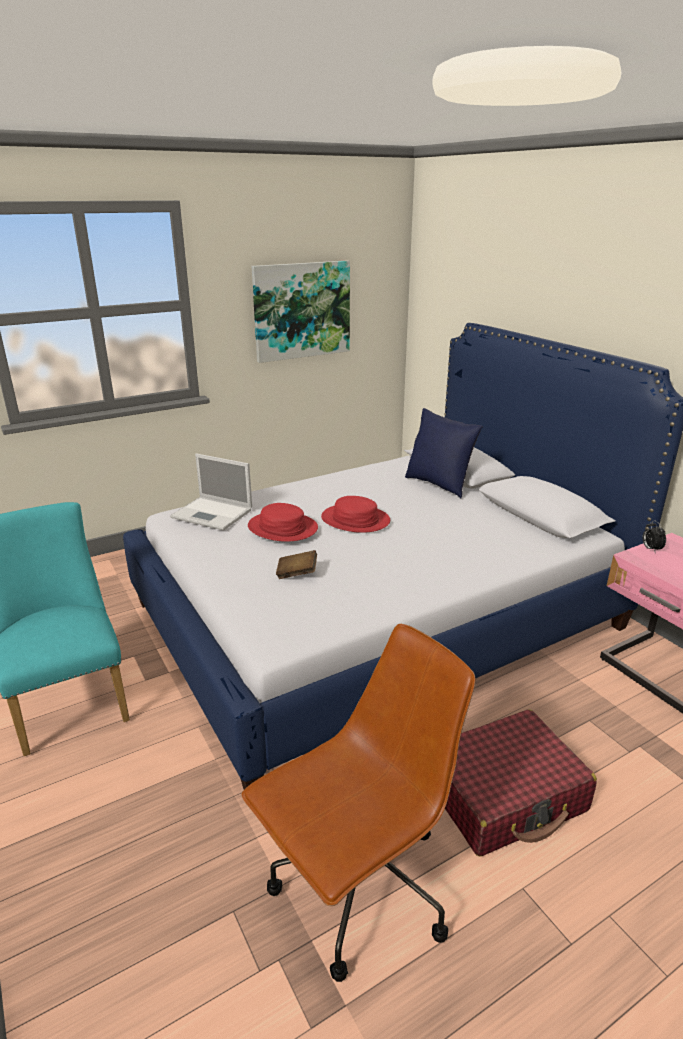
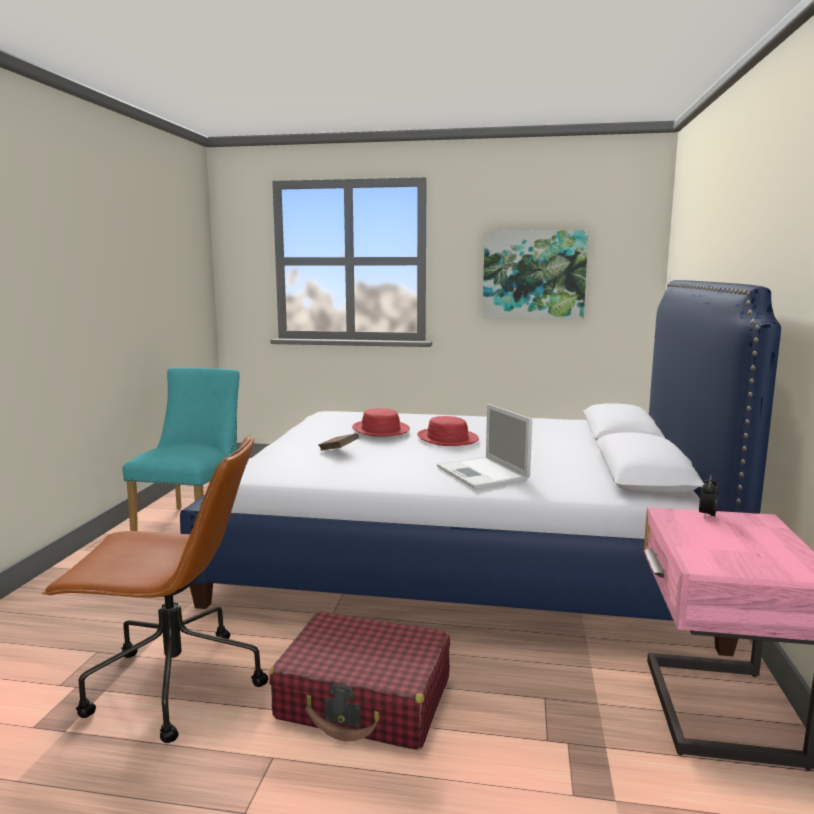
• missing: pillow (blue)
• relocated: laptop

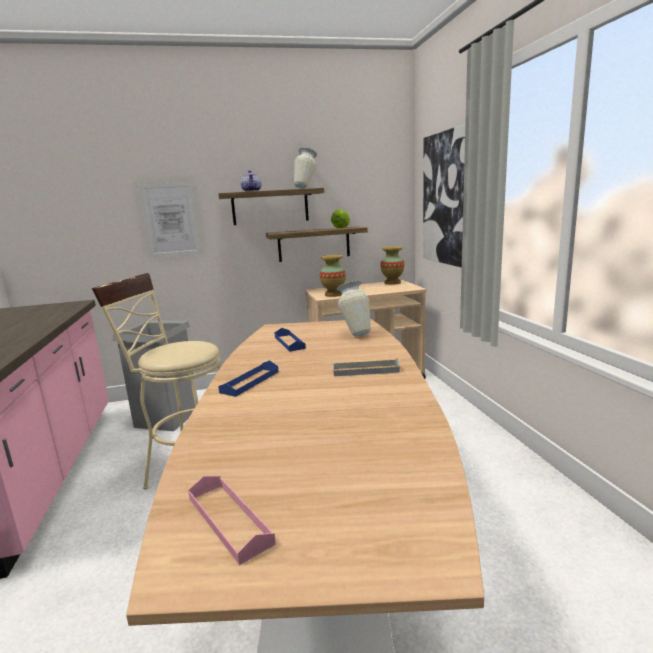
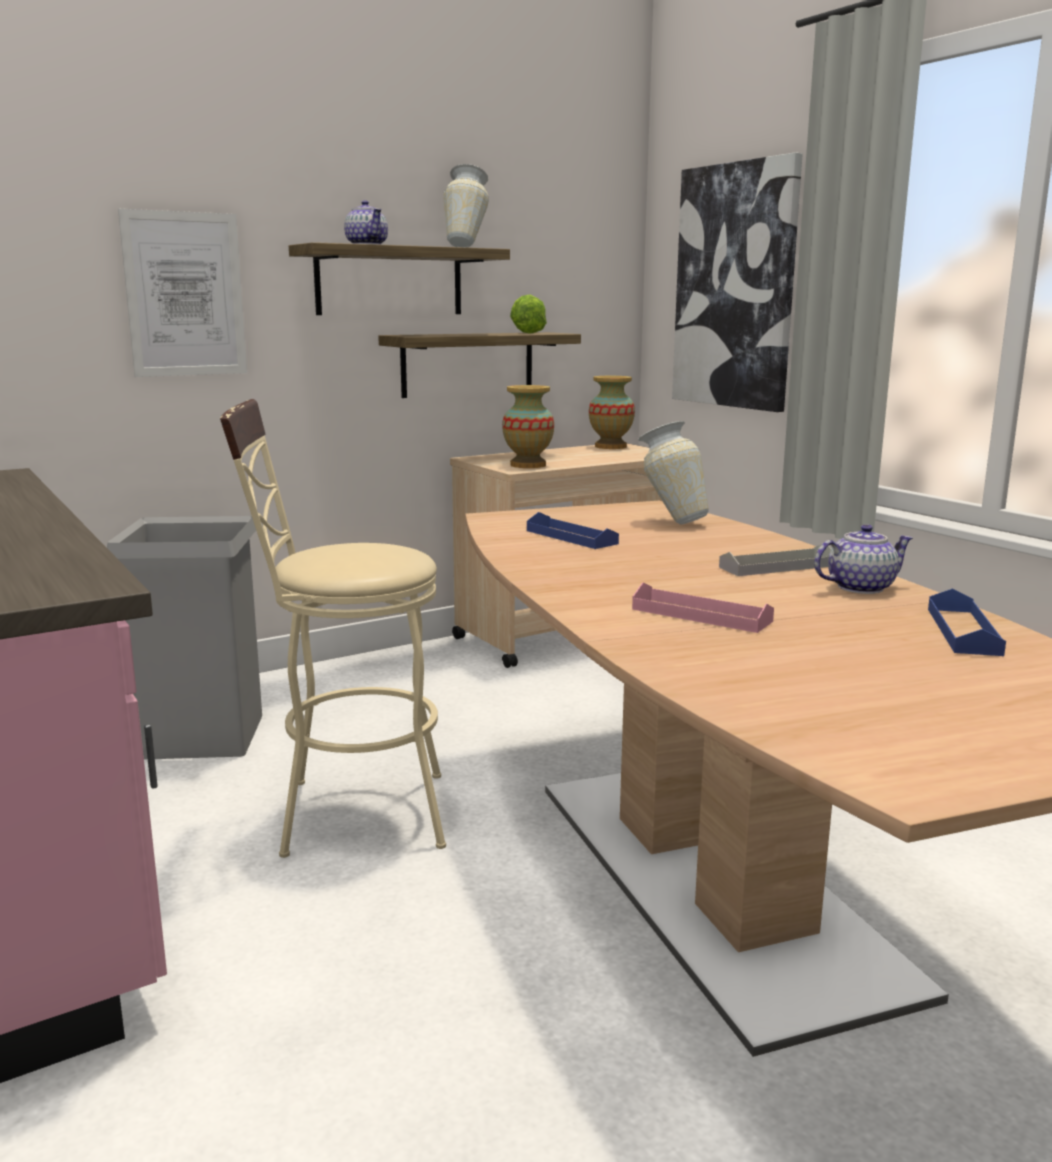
• relocated: tray (blue) (no. 1 from left in the first image) to tray (blue) (no. 2 from left)
• relocated: tray (pink)
• appeared: teapot (no. 2 from left)

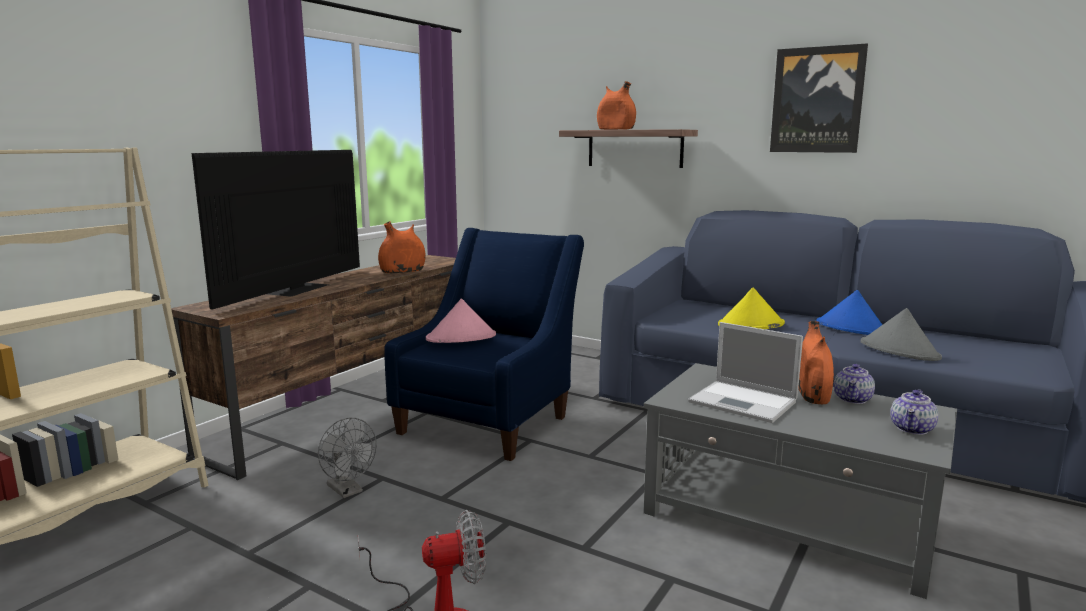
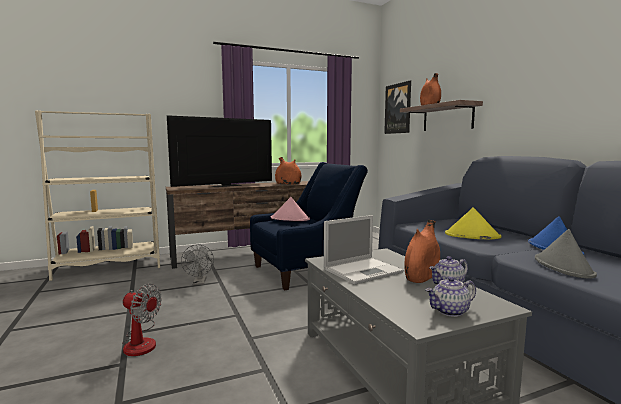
• relocated: picture
• spun: laptop 105 degrees counterclockwise

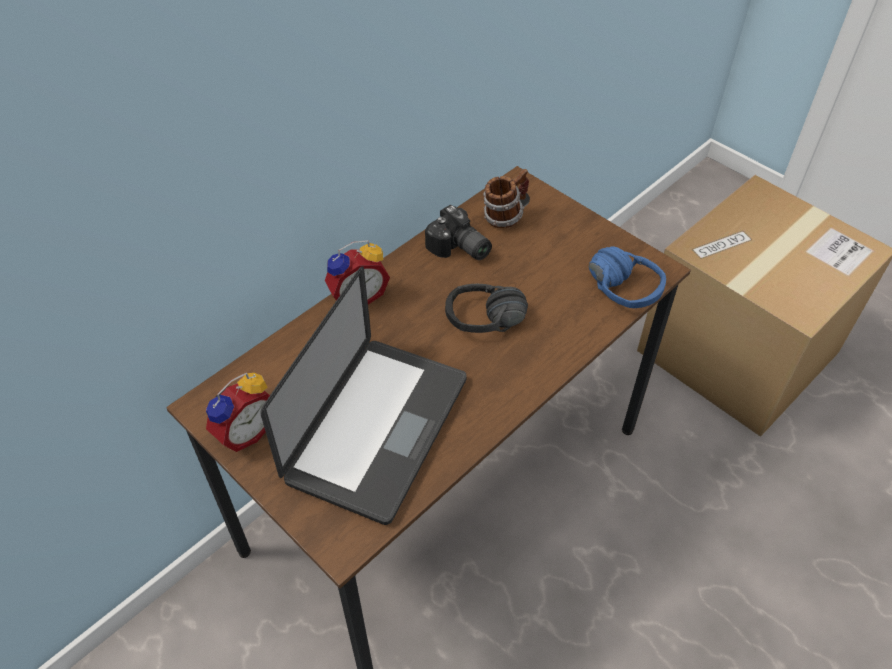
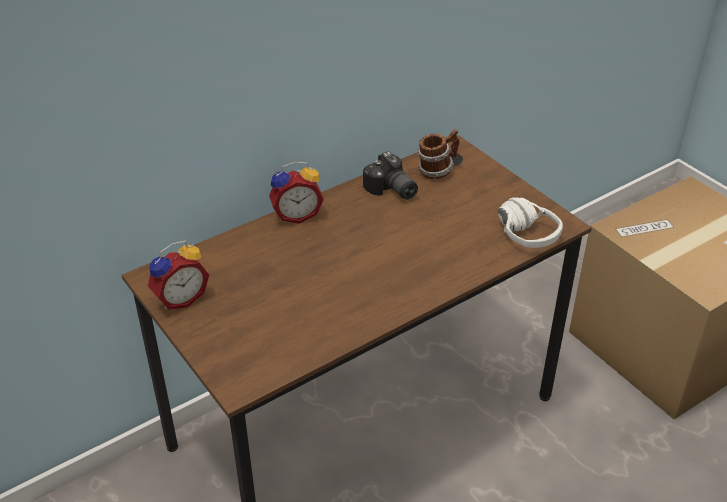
• colour: headphones (blue) to headphones (white)
• missing: laptop
• missing: headphones (black)

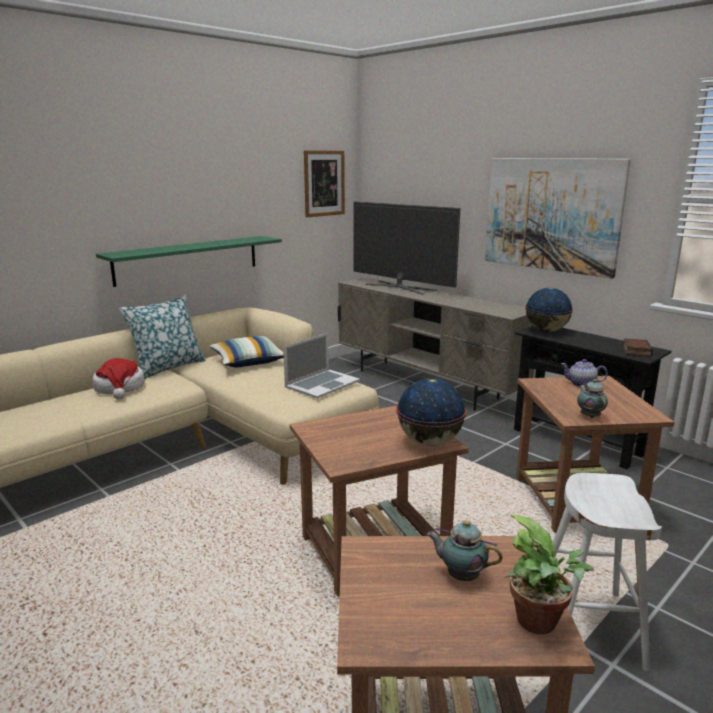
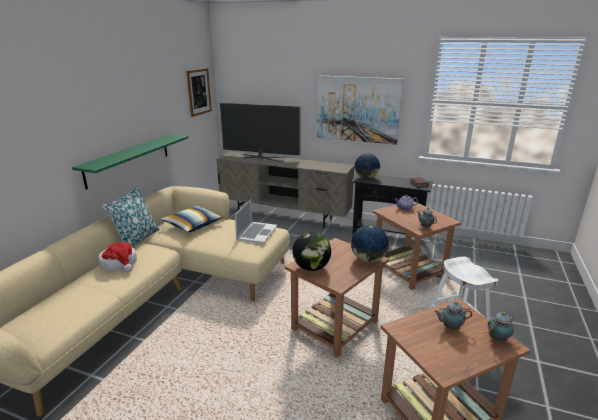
• exchanged: potted plant to teapot (no. 4 from left)
• appeared: globe (no. 1 from left)

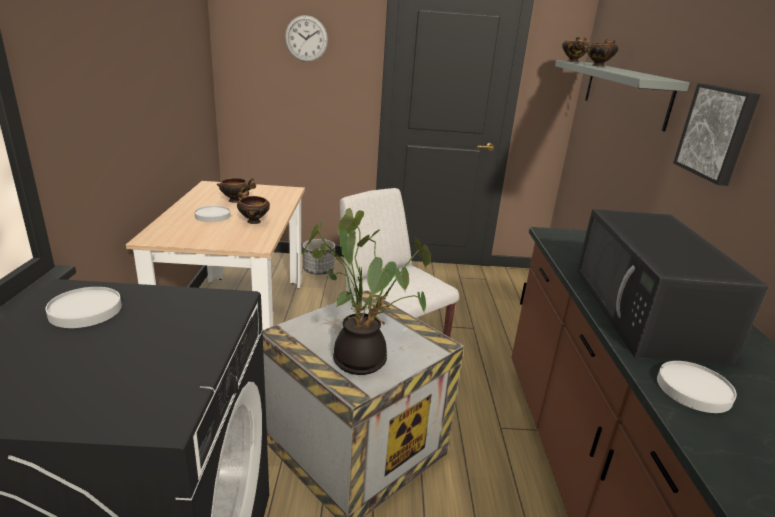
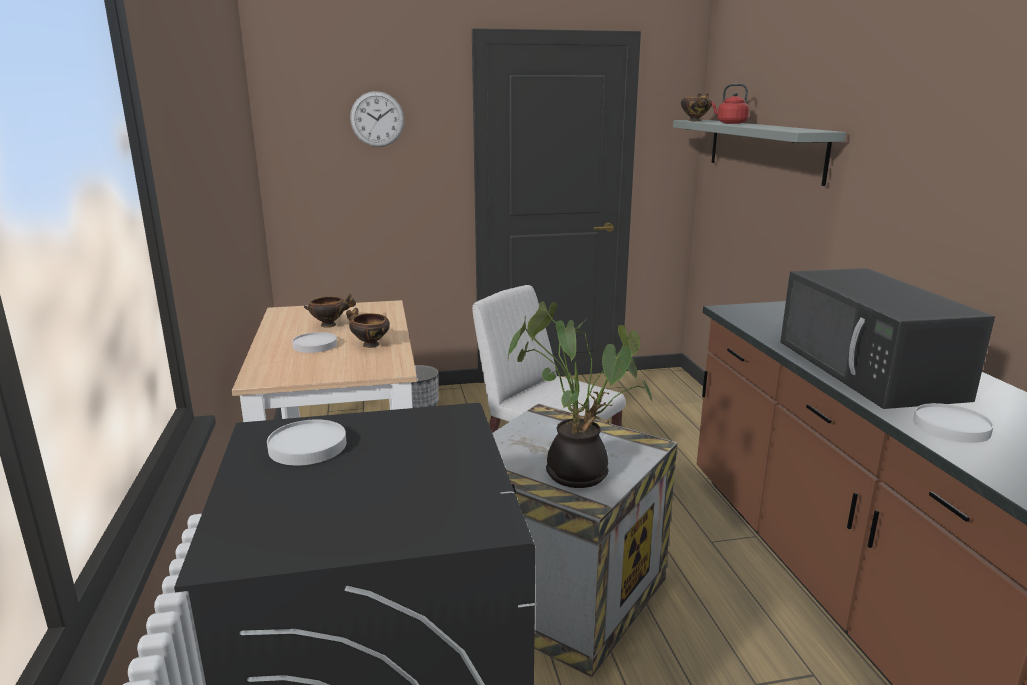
• exchanged: bowl (no. 4 from left) to kettle (red)
• missing: picture

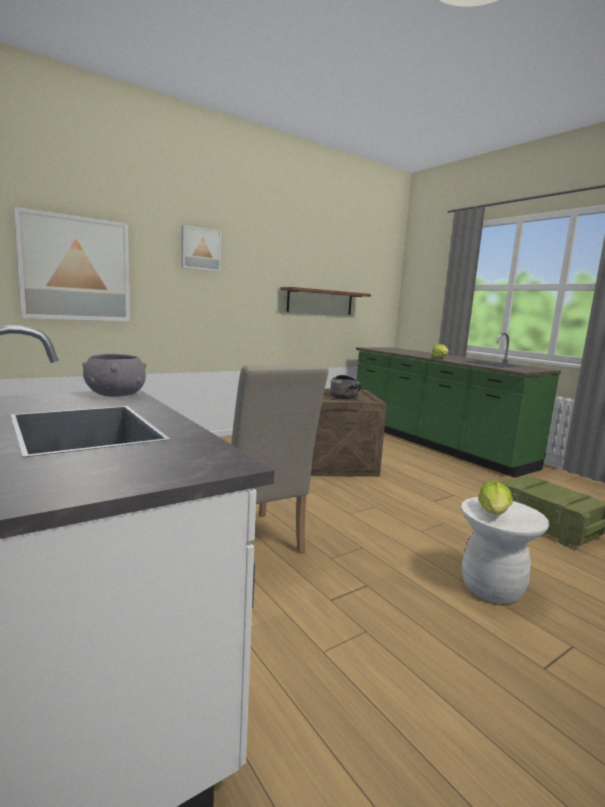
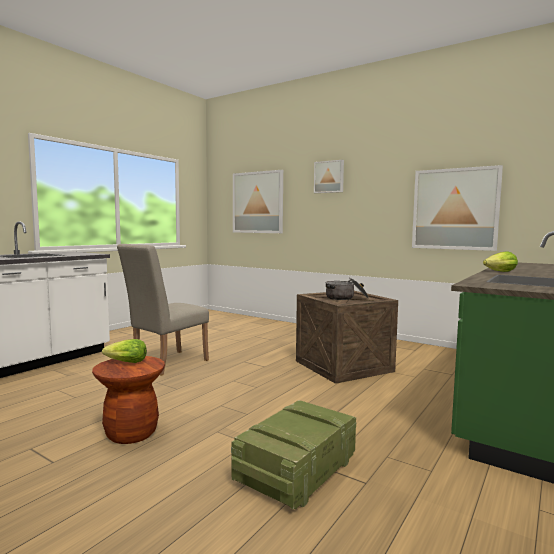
• exchanged: shelf (brown) to picture (no. 3 from left)
• missing: bowl (grey)
• colour: stool (white) to stool (brown)

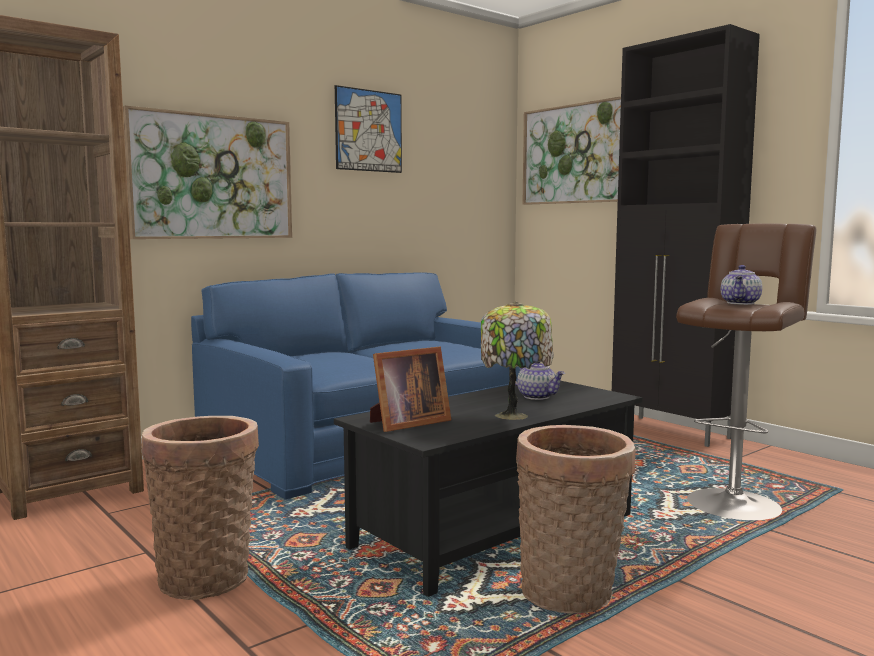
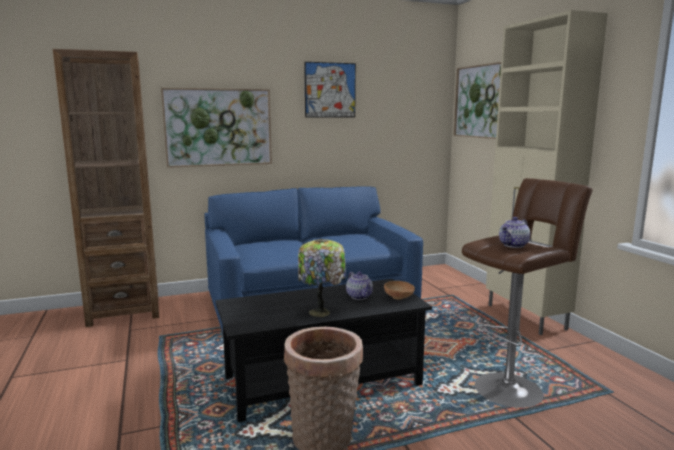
• colour: cabinet (black) to cabinet (beige)
• missing: picture frame
• missing: basket (no. 1 from left)
• appeared: bowl (brown)

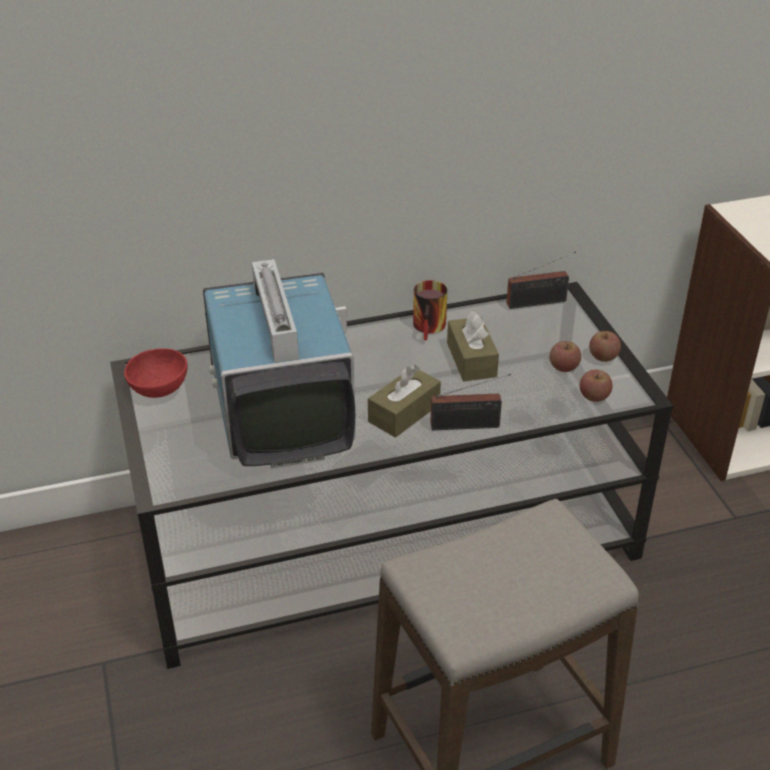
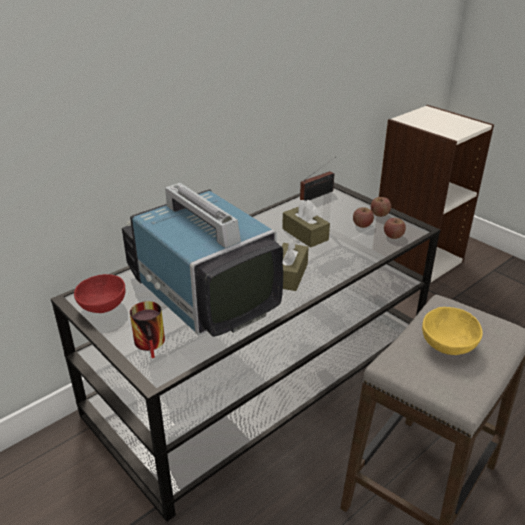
• relocated: mug
• missing: radio (no. 1 from left)
• appeared: bowl (yellow)

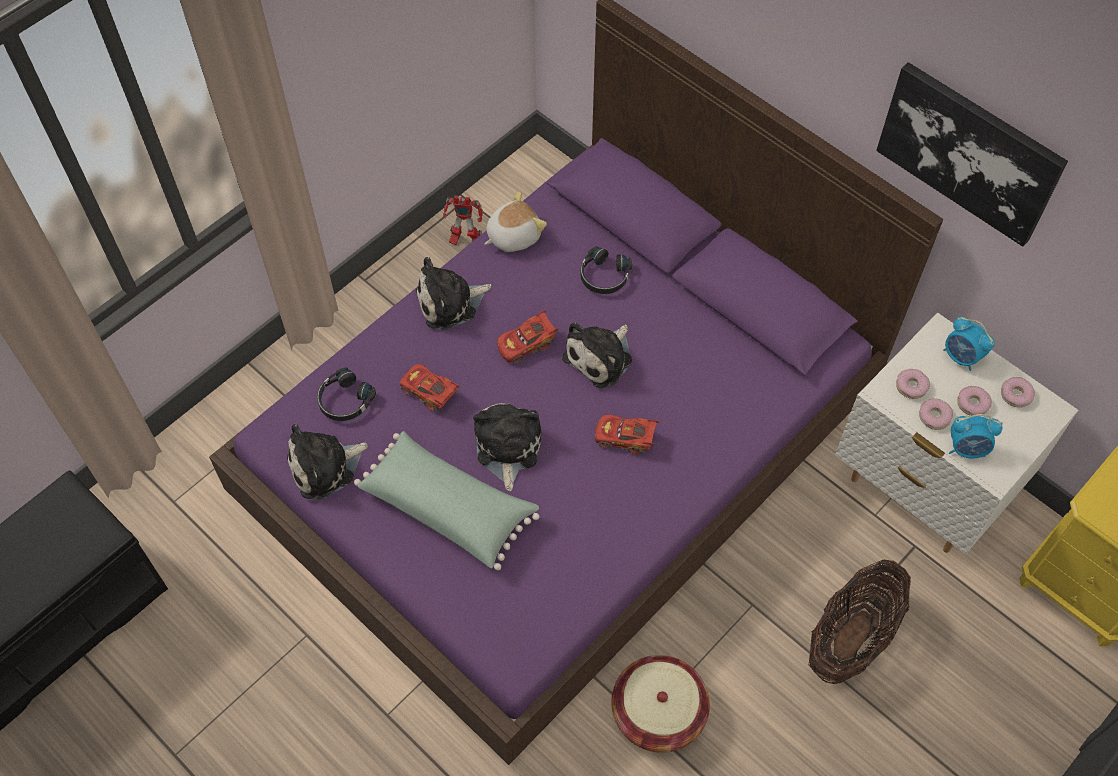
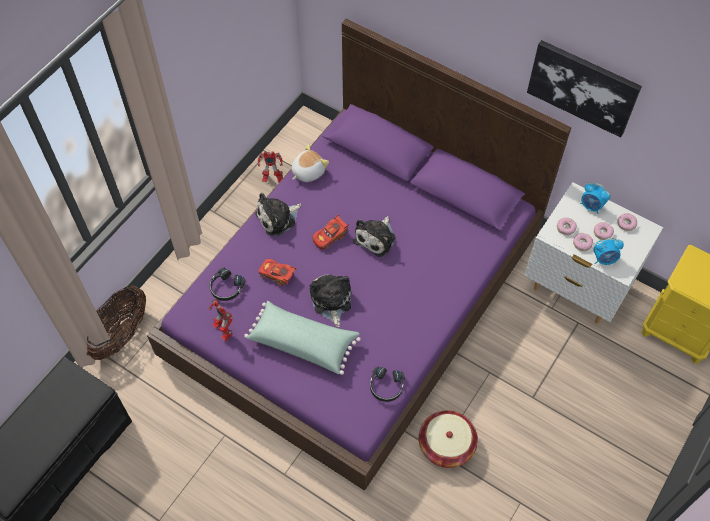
• relocated: headphones (black) (no. 2 from left)
• missing: toy car (red) (no. 3 from left)
• exchanged: plush toy (no. 1 from left) to toy robot (no. 1 from left)
• relocated: basket (no. 2 from left in the first image) to basket (no. 1 from left)

